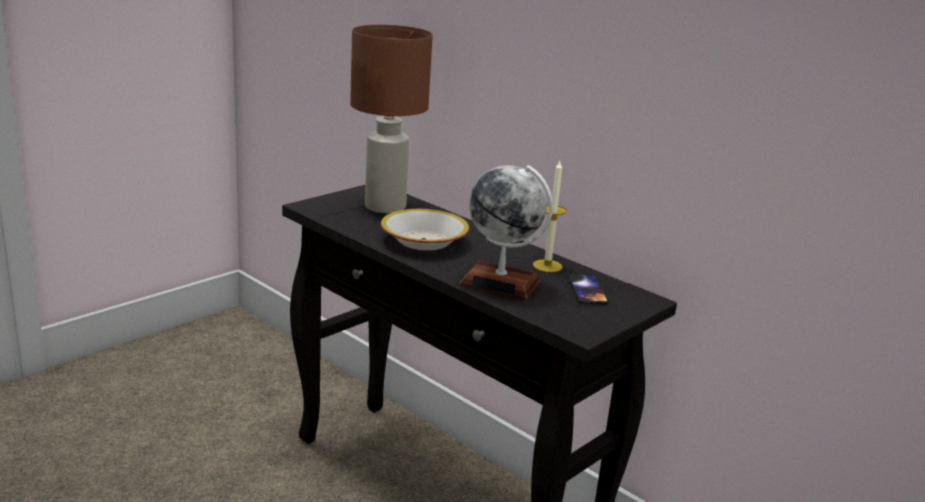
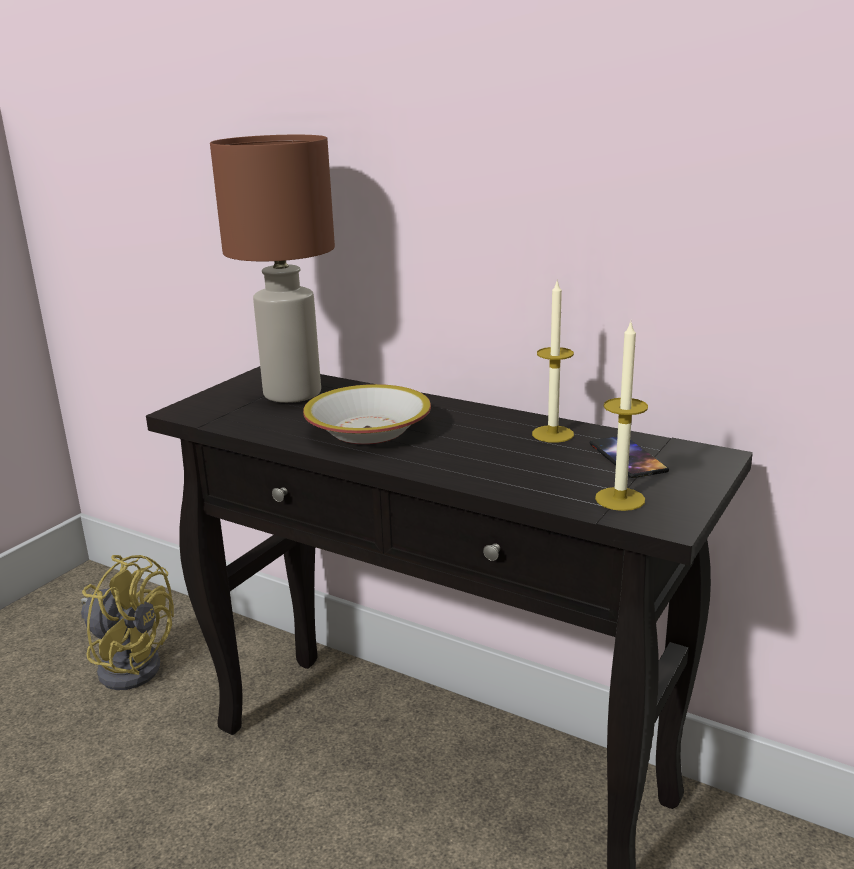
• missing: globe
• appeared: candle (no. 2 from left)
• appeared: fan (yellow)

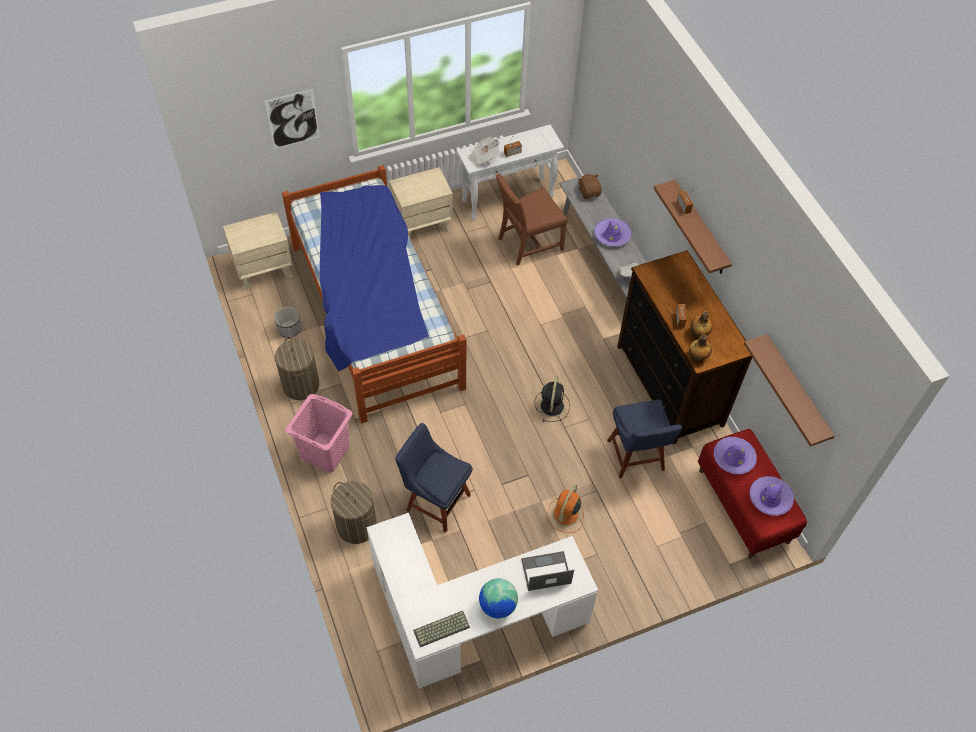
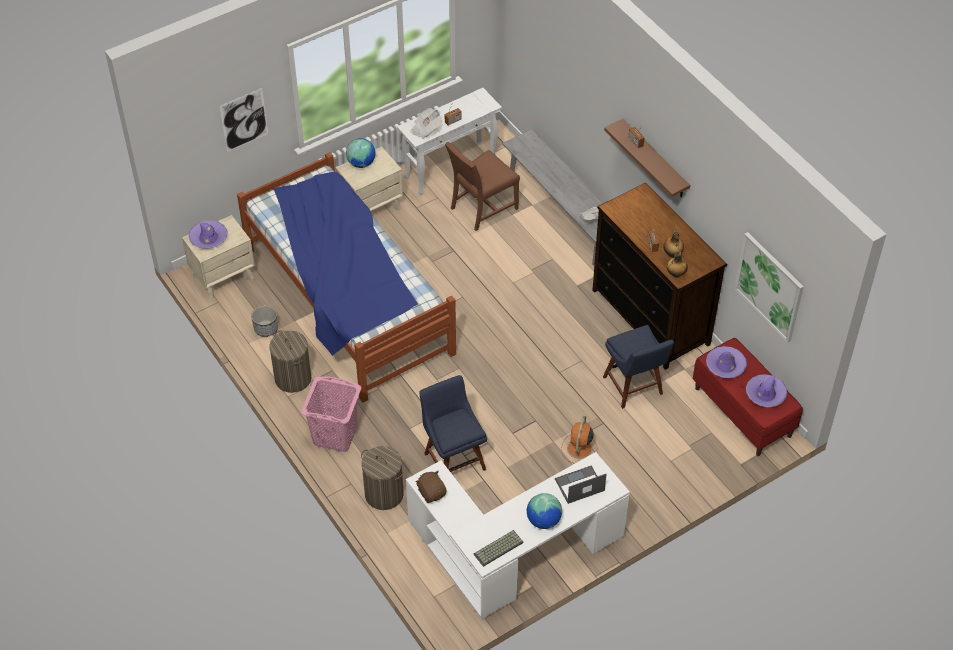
• relocated: plush toy (brown)
• relocated: hat (purple) (no. 1 from left)
• exchanged: shelf (brown) (no. 2 from left) to picture (no. 2 from left)
• missing: fan (black)
• spun: chair (blue) (no. 1 from left) 45 degrees clockwise
• appeared: globe (no. 1 from left)

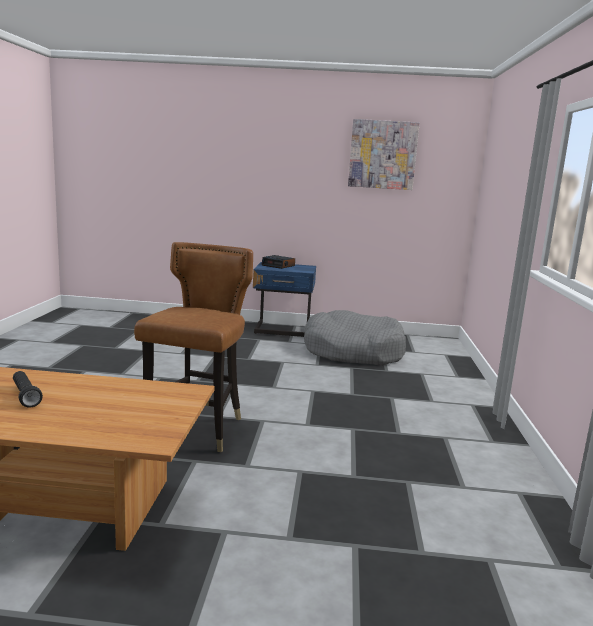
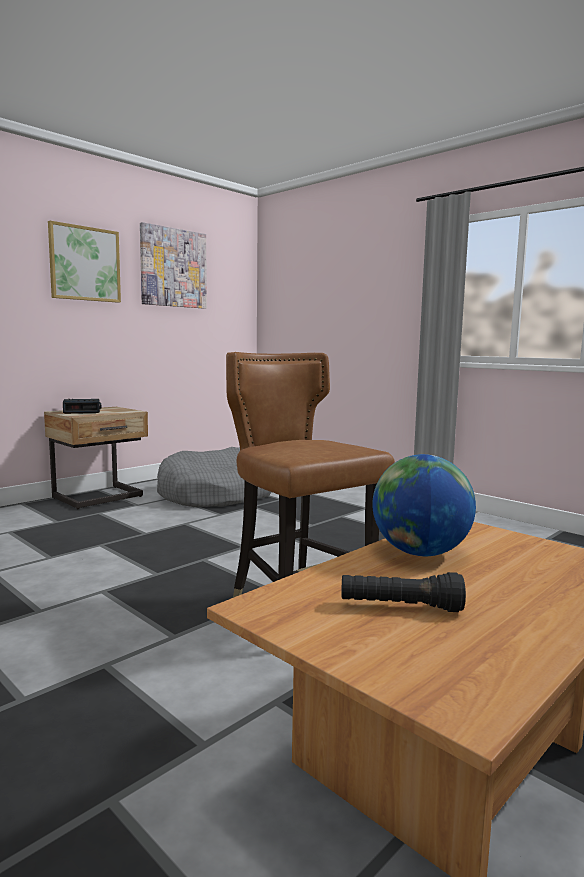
• colour: nightstand (blue) to nightstand (beige)
• appeared: picture (no. 1 from left)
• appeared: globe

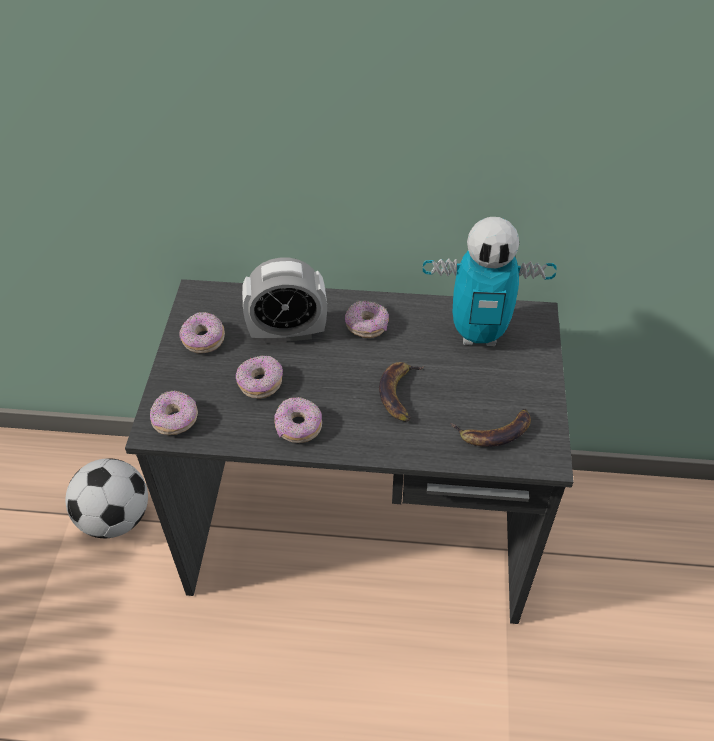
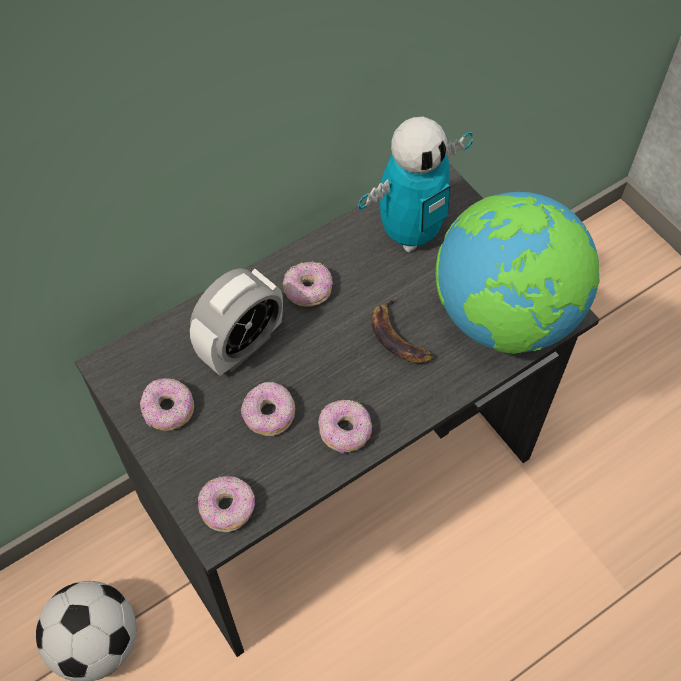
• exchanged: banana (no. 2 from left) to globe

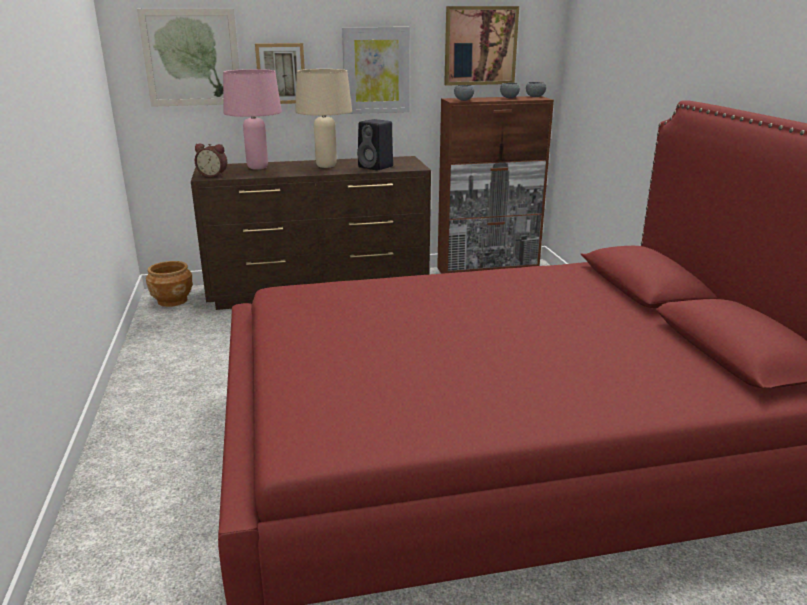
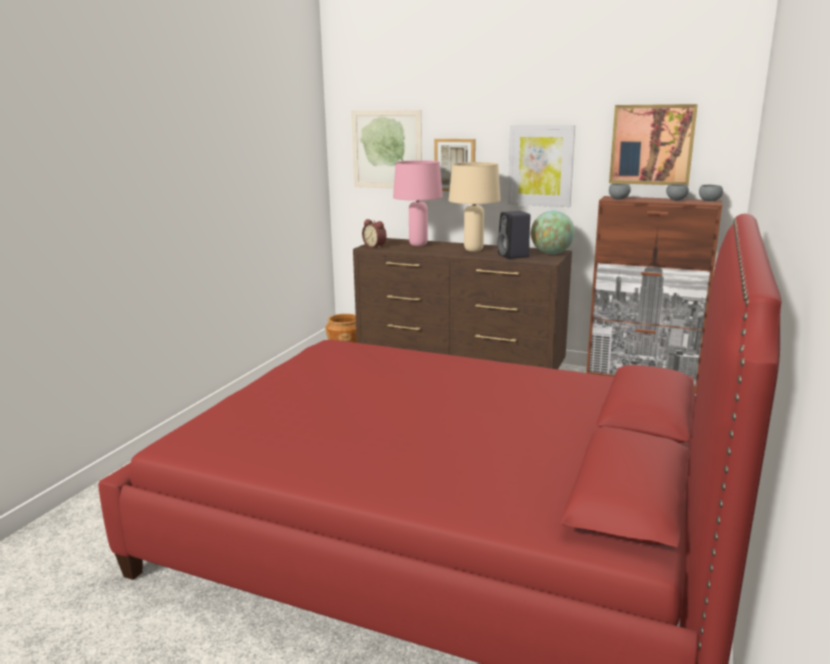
• appeared: globe

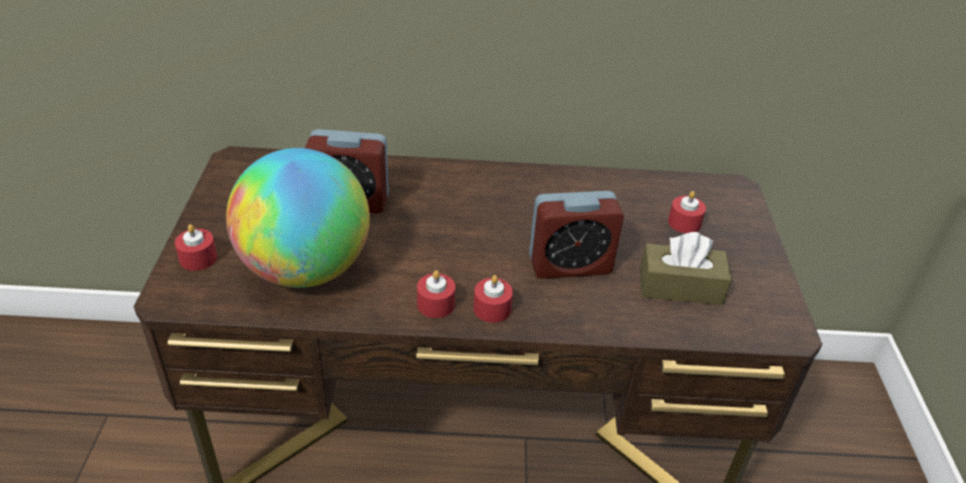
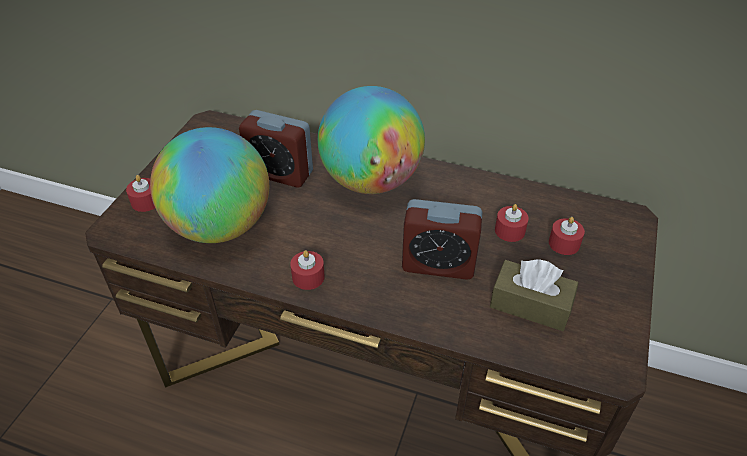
• relocated: candle (red) (no. 3 from left)
• appeared: globe (no. 2 from left)

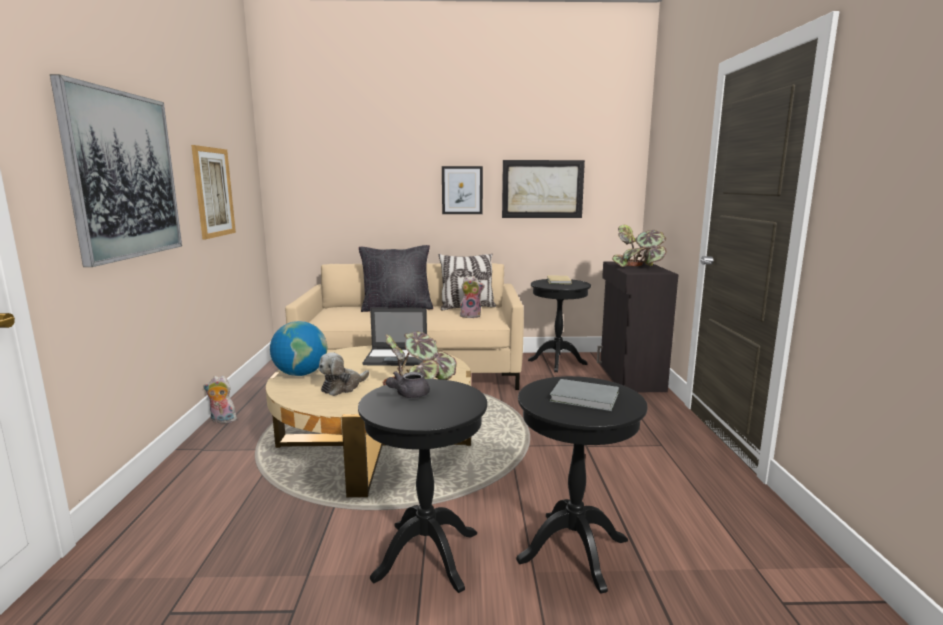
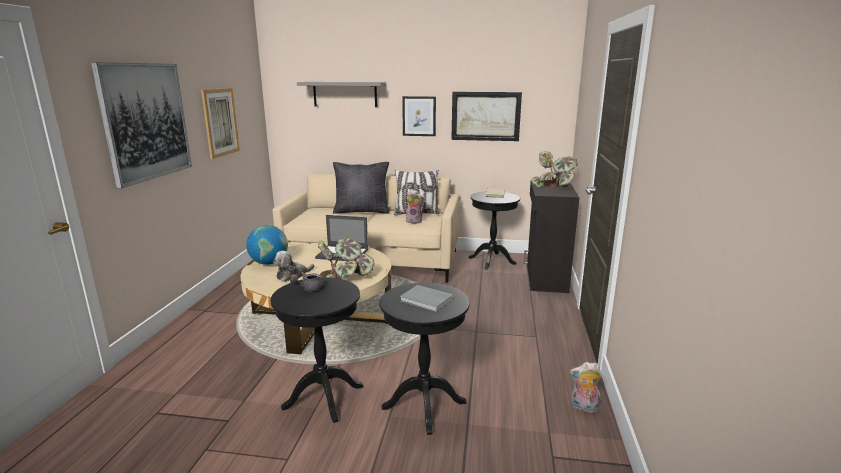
• relocated: plush toy (no. 1 from left in the first image) to plush toy (no. 3 from left)
• appeared: shelf (grey)

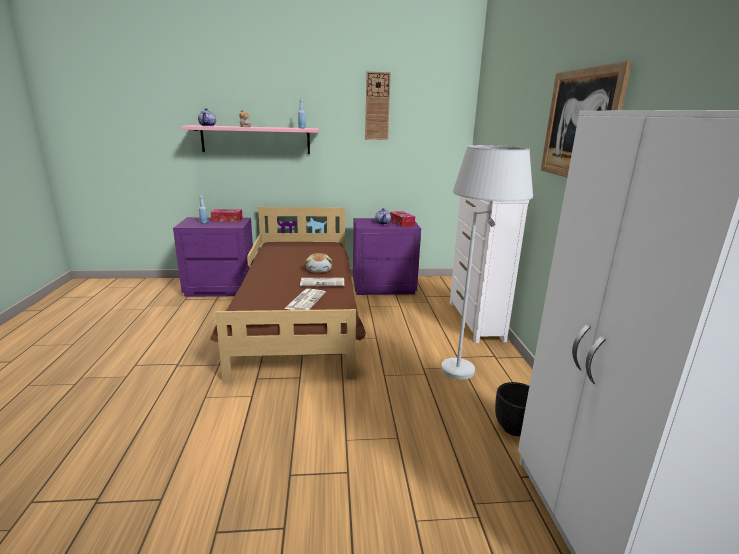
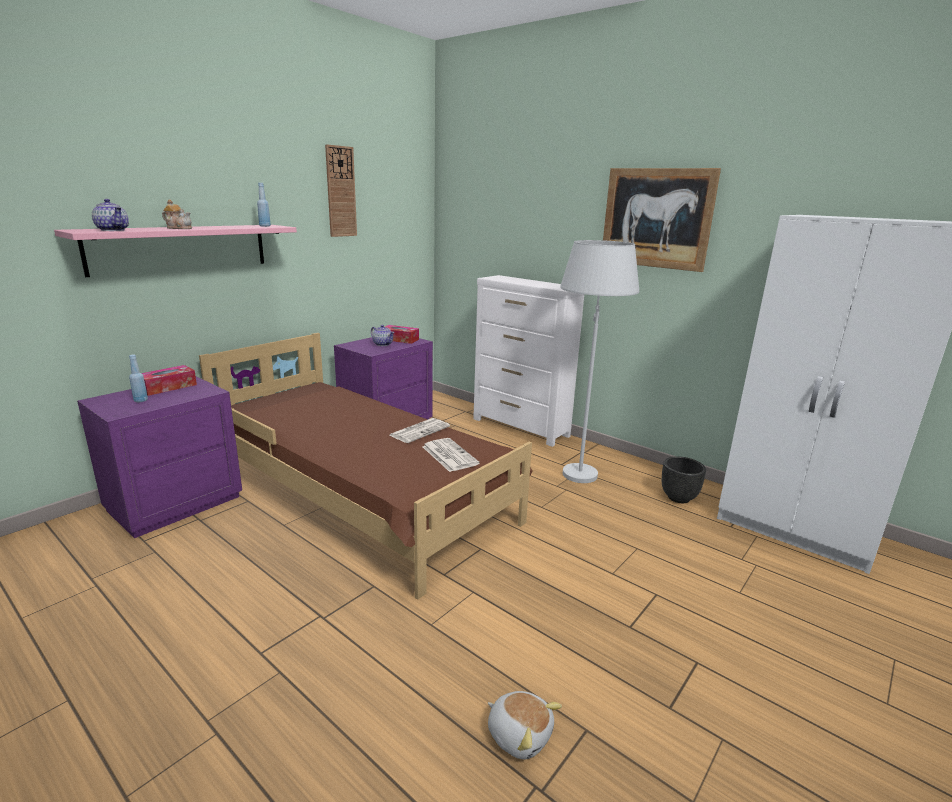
• relocated: plush toy

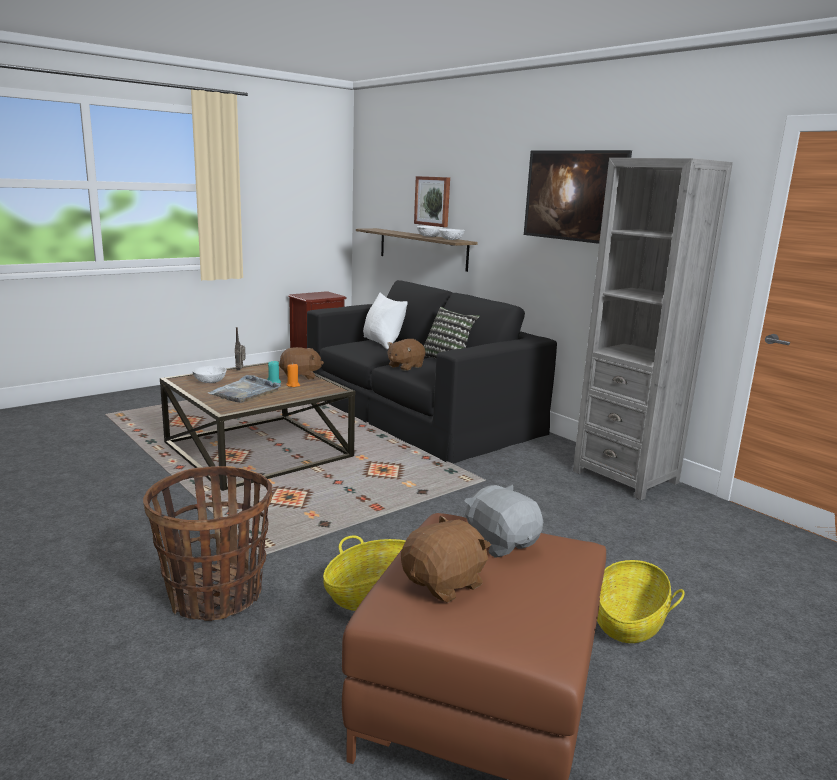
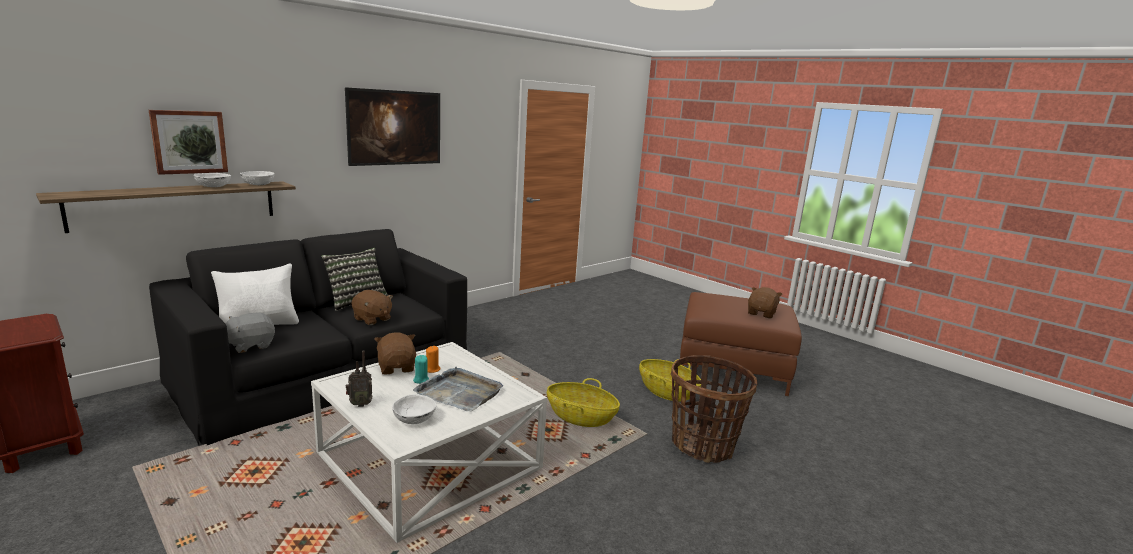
• missing: bookcase (grey)
• colour: coffee table (brown) to coffee table (white)
• relocated: plush toy (grey)
• spun: plush toy (brown) (no. 3 from left) 75 degrees clockwise
• relocated: basket (no. 3 from left in the first image) to basket (no. 1 from left)

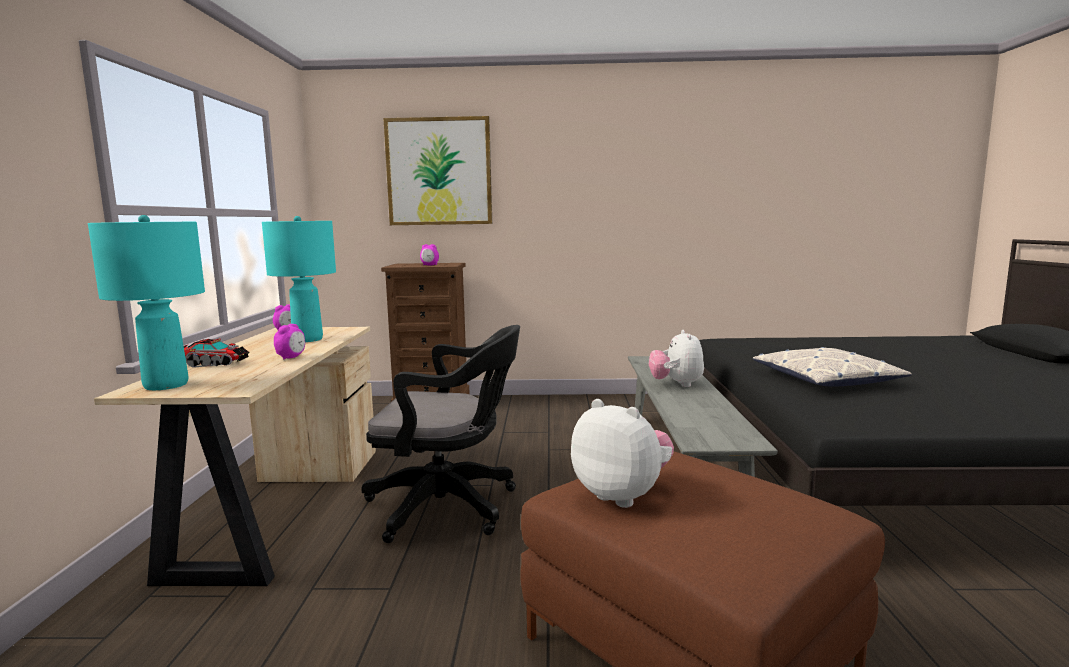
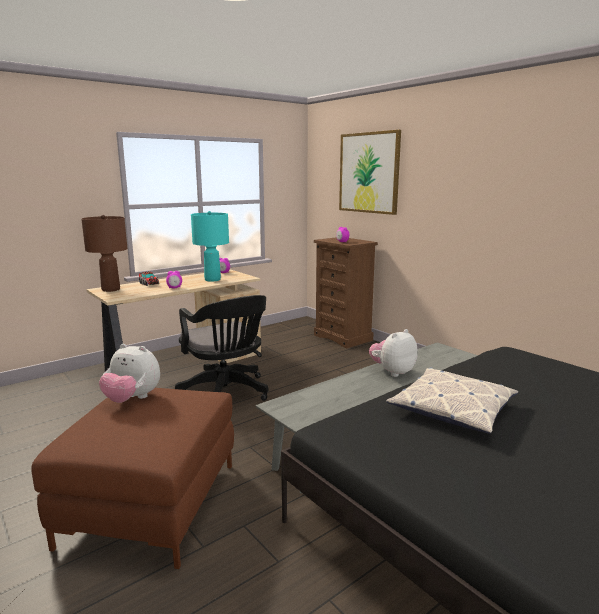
• colour: table lamp (turquoise) (no. 1 from left) to table lamp (brown)
• spun: plush toy (no. 1 from left) 105 degrees clockwise

